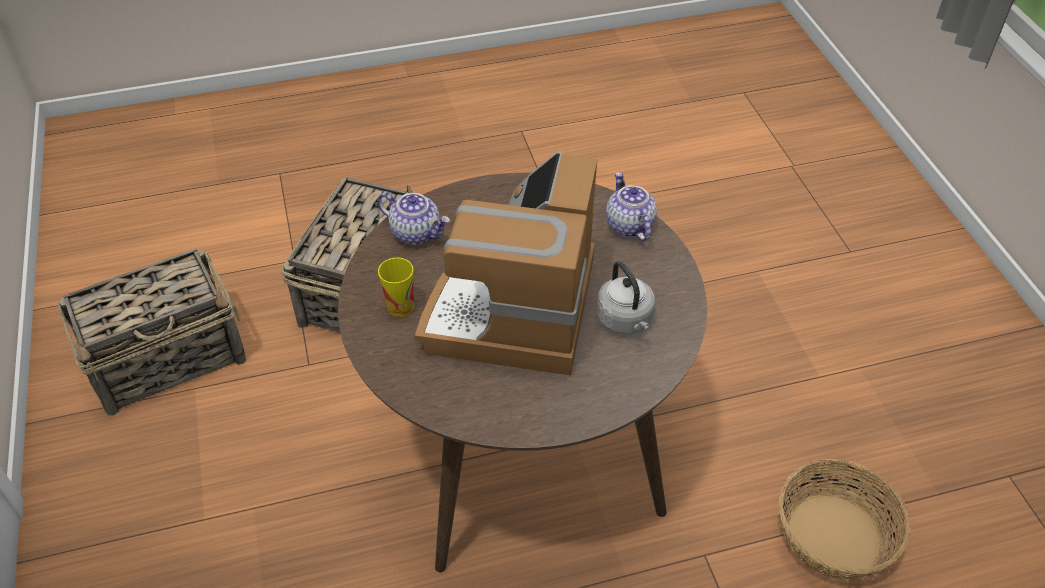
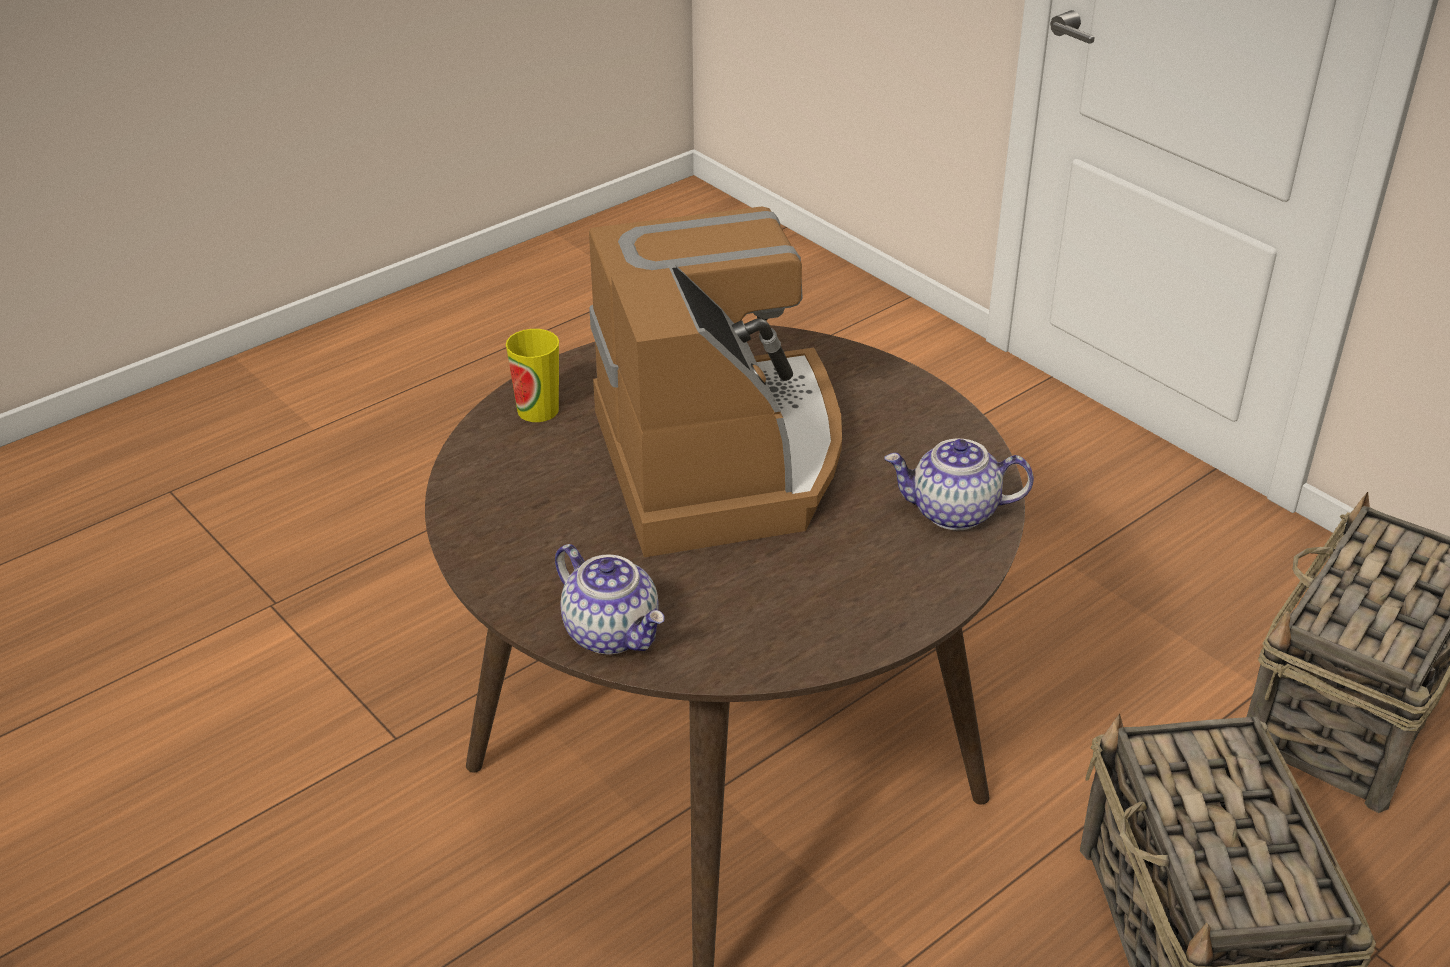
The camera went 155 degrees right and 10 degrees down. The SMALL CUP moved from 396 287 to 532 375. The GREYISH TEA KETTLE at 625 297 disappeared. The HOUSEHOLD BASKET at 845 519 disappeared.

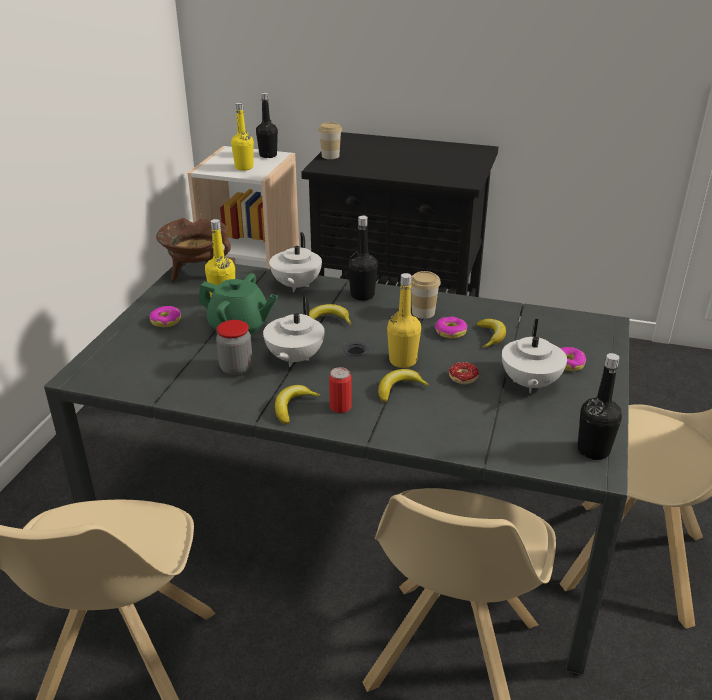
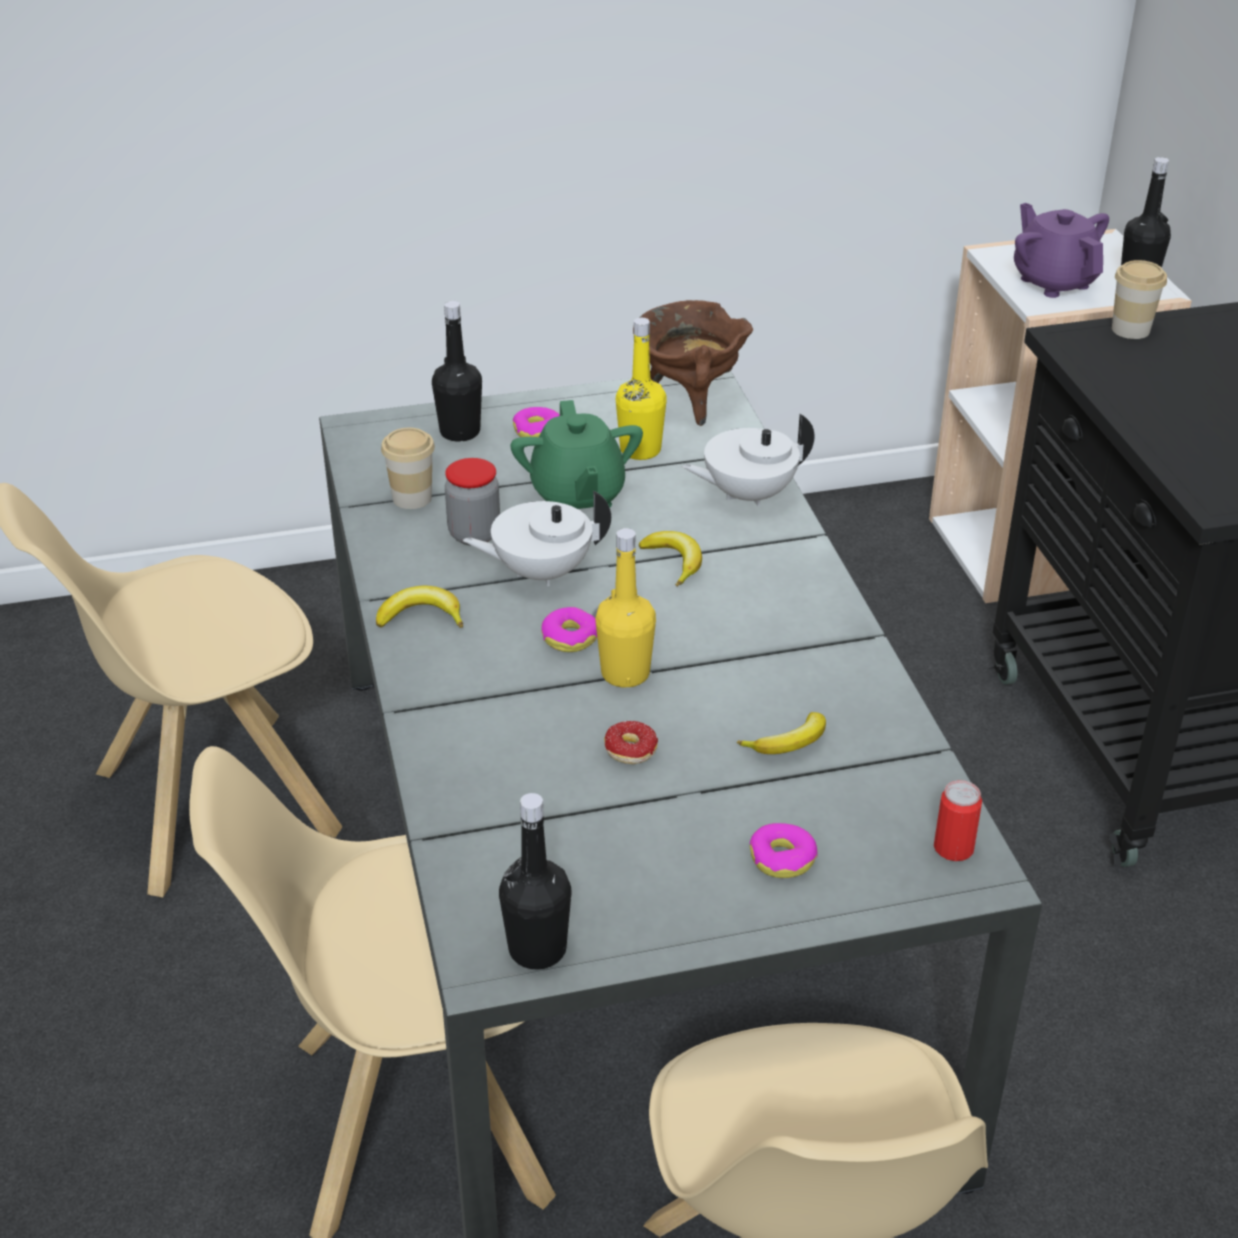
The camera went 60 degrees right and 5 degrees up. The YELLOW DRINK BOTTLE at 242 137 was replaced by the PURPLISH POT FOR TEA at 1061 250. The CAN moved from 340 390 to 958 820. The BLACK DRINK BOTTLE moved from 363 258 to 457 371. The WHOLE BANANA at 403 385 disappeared. The SMALL CUP moved from 426 295 to 408 468. The RING DOUGHNUT moved from 451 328 to 569 629. The WHITE POT FOR TEA at 534 356 disappeared.

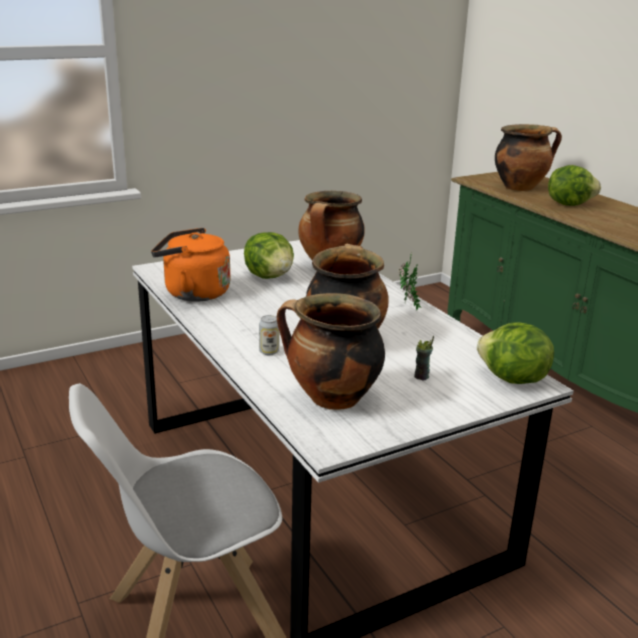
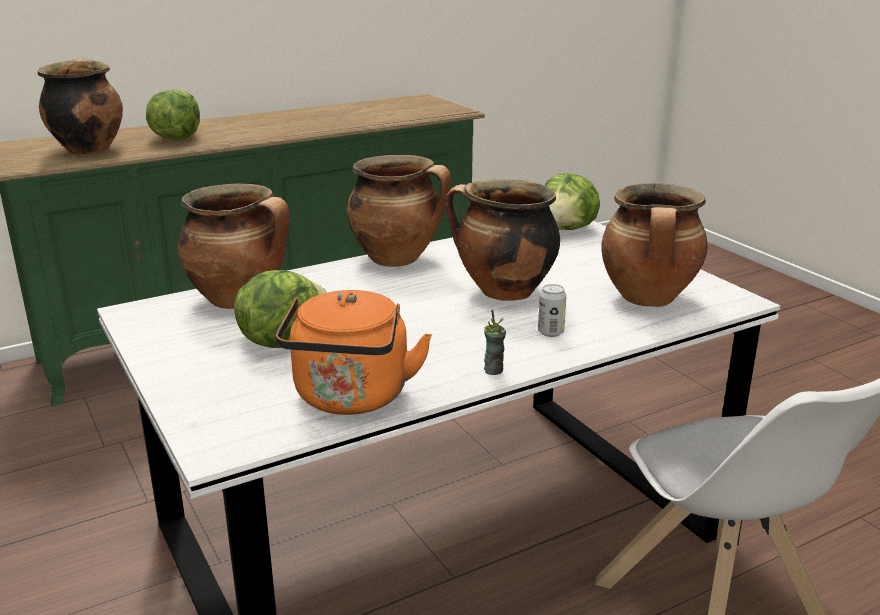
The camera went 90 degrees left and 0 degrees up. The HOUSEPLANT at 410 281 was replaced by the STOCKPOT at 399 211. The SMALL CUP moved from 424 358 to 495 342.

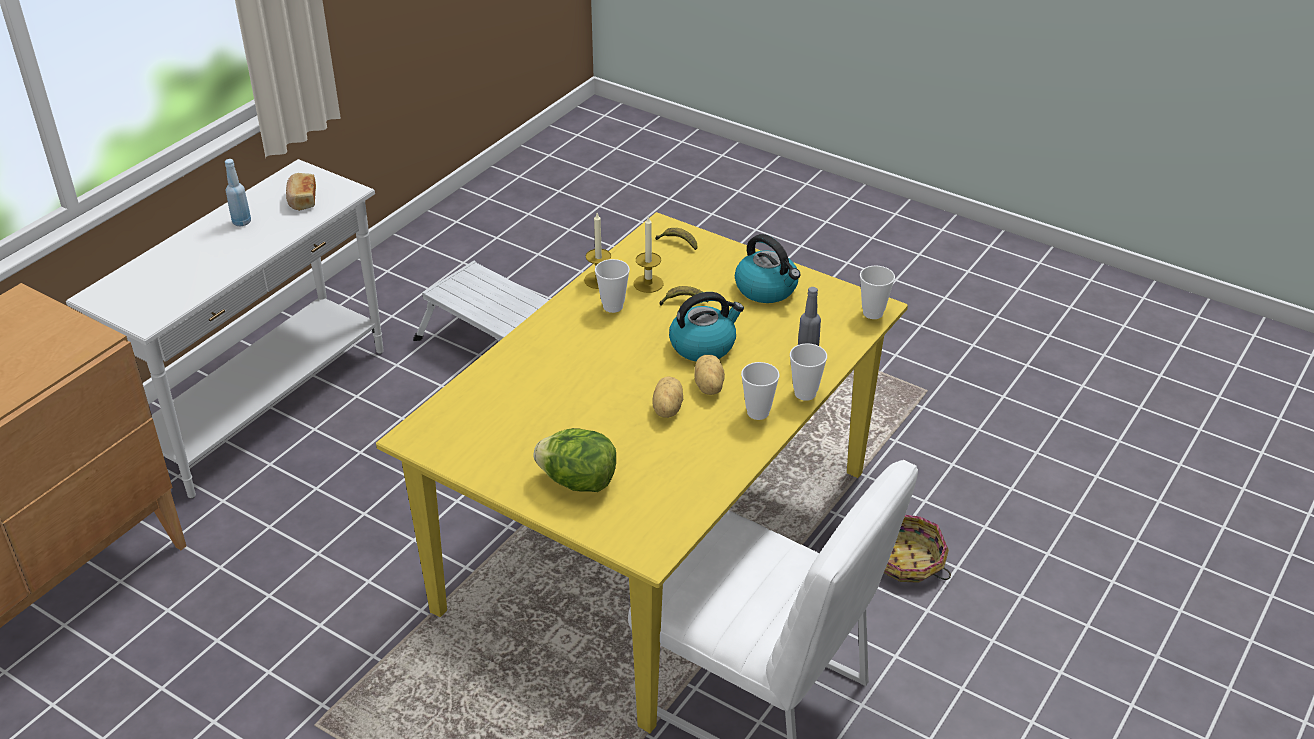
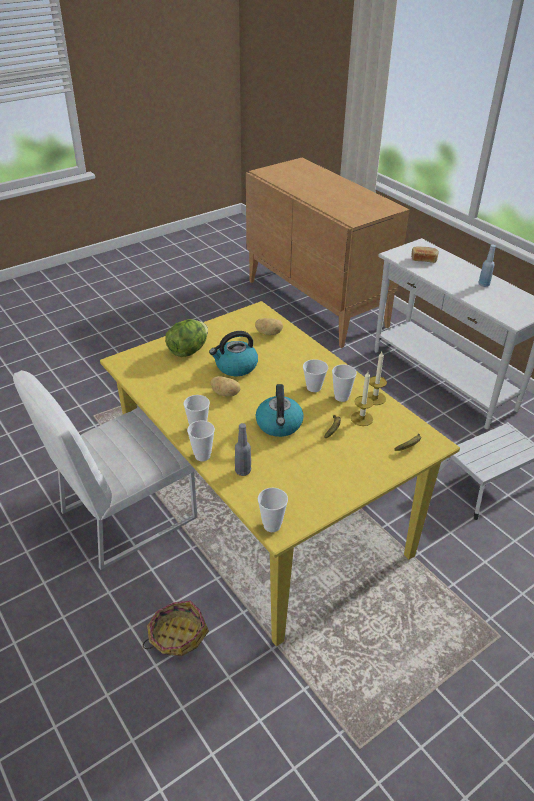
The camera went 110 degrees right and 0 degrees up. The BREAD moved from 301 192 to 425 254. The SPUD moved from 710 375 to 269 326. The TEA KETTLE moved from 767 268 to 233 353. The SMALL CUP at 315 375 appeared.

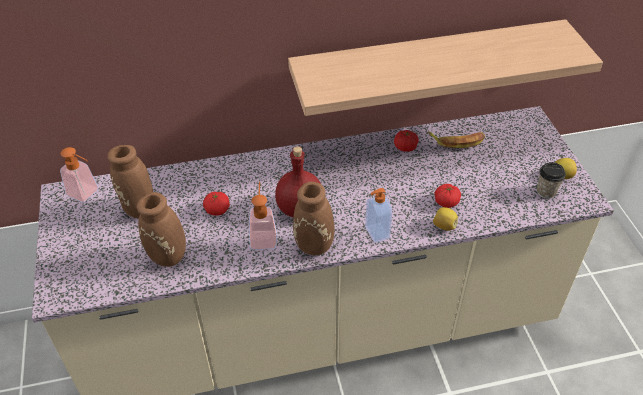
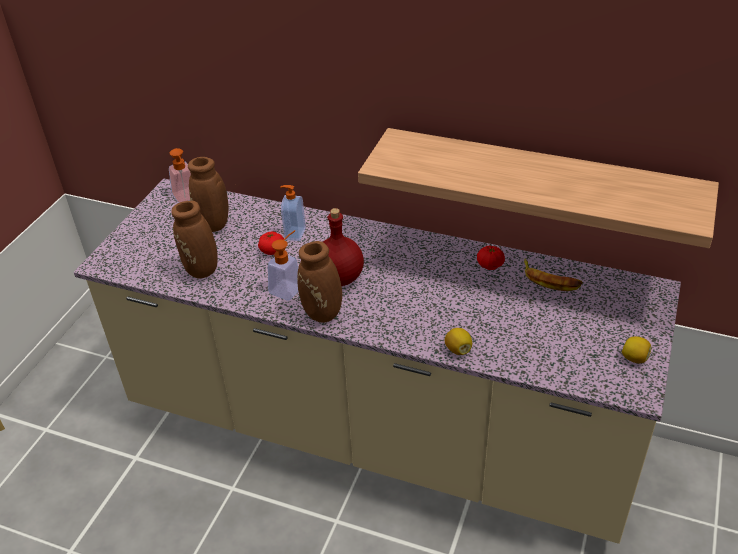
The camera went 35 degrees right and 5 degrees down. The SOAP DISPENSER moved from 378 215 to 293 213. The WHOLE TOMATO at 447 196 disappeared. The SMALL CUP at 551 180 disappeared.

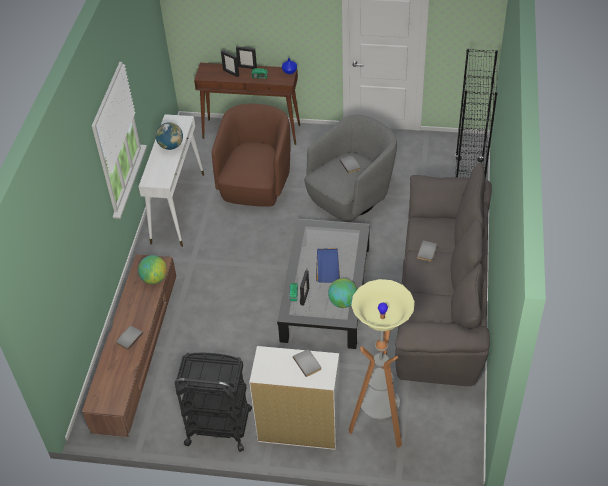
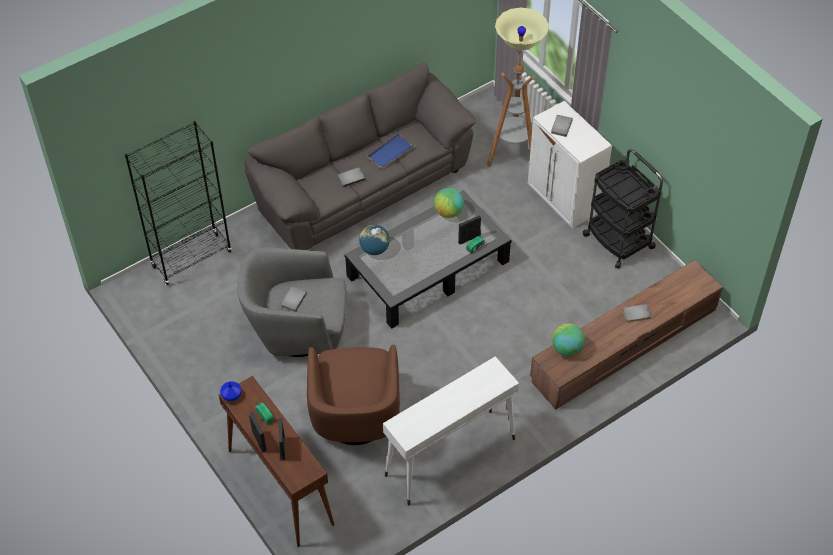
The camera went 135 degrees left and 5 degrees up. The GLOBE moved from 169 136 to 374 240. The BROWNISH ARMCHAIR at 250 155 turned 60 degrees counterclockwise. The BLUE-COLOURED SERVING TRAY moved from 328 265 to 392 150.

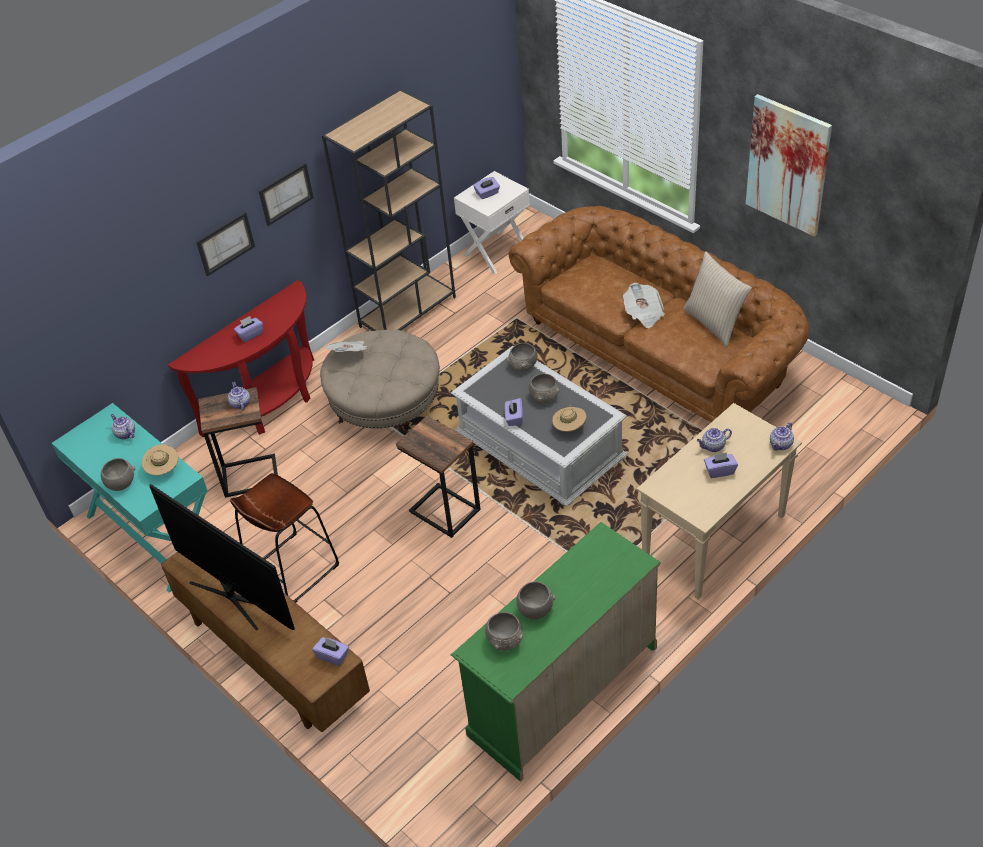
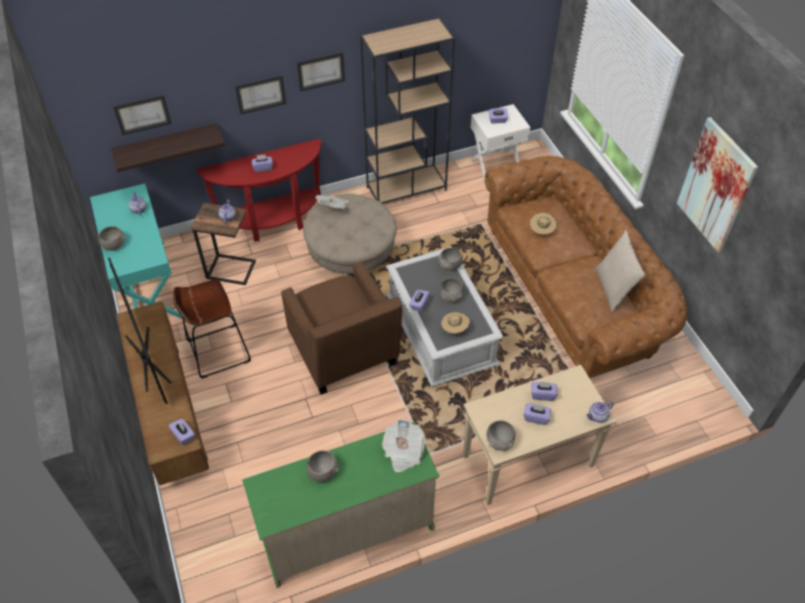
The camera went 20 degrees right and 5 degrees up. The SAND-COLOURED WEARABLE HAT moved from 160 459 to 543 224. The END TABLE at 438 477 was replaced by the BROWNISH ARMCHAIR at 341 328. The GREYISH BOWL moved from 504 631 to 501 435. The PRINTED PAPER moved from 644 305 to 403 446. The POT FOR TEA at 714 440 was replaced by the PURPLISH BOX OF TISSUES at 544 391. The WALL SHELF at 168 147 appeared. The WALL ART at 142 115 appeared.

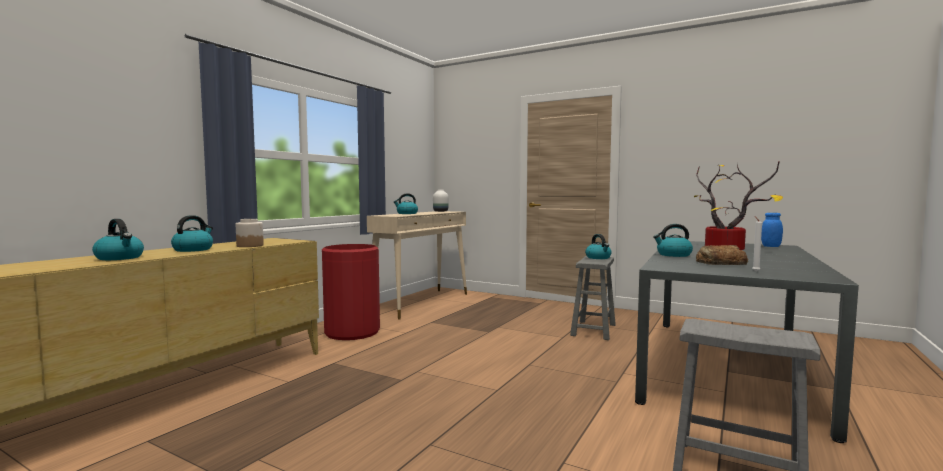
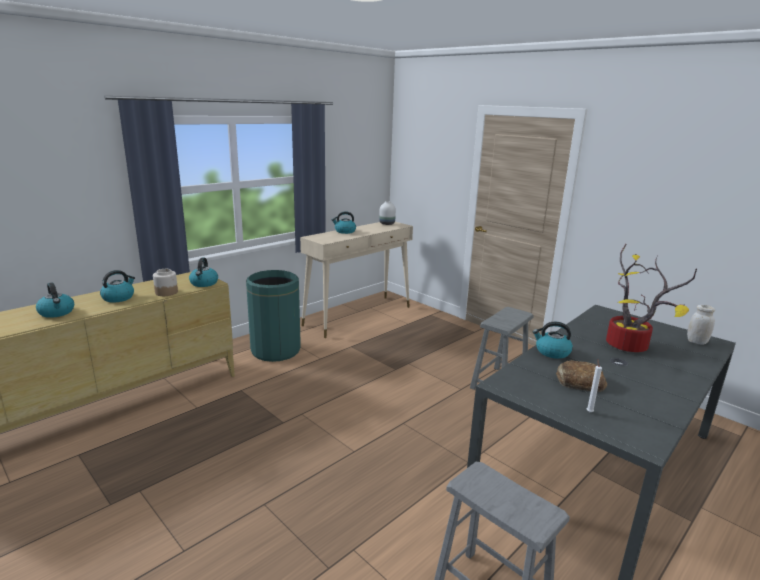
The camera went 15 degrees right and 15 degrees up. The RED WASTE BIN at 351 292 became the GREEN-COLOURED WASTE BIN at 273 316. The TEA KETTLE moved from 598 246 to 203 272. The BLUE-COLOURED STORAGE JAR at 772 230 became the WHITE STORAGE JAR at 701 325.

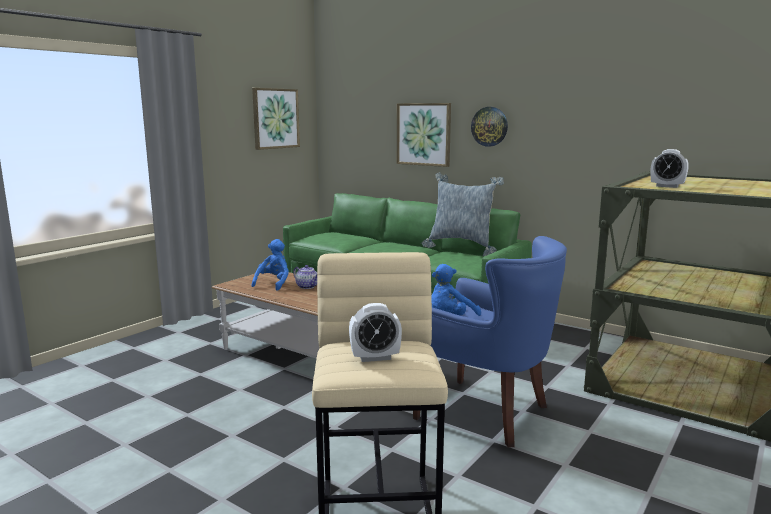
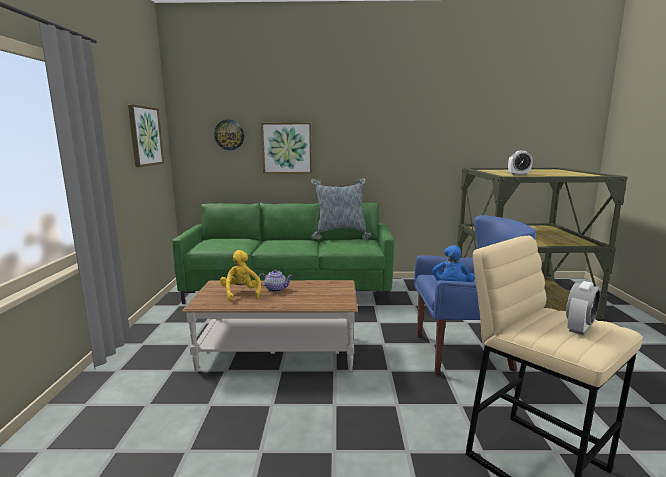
The camera went 35 degrees left and 0 degrees up. The BLUE-COLOURED CUDDLY TOY at 270 265 became the YELLOW CUDDLY TOY at 240 275. The HANGING CLOCK moved from 489 127 to 229 135.

